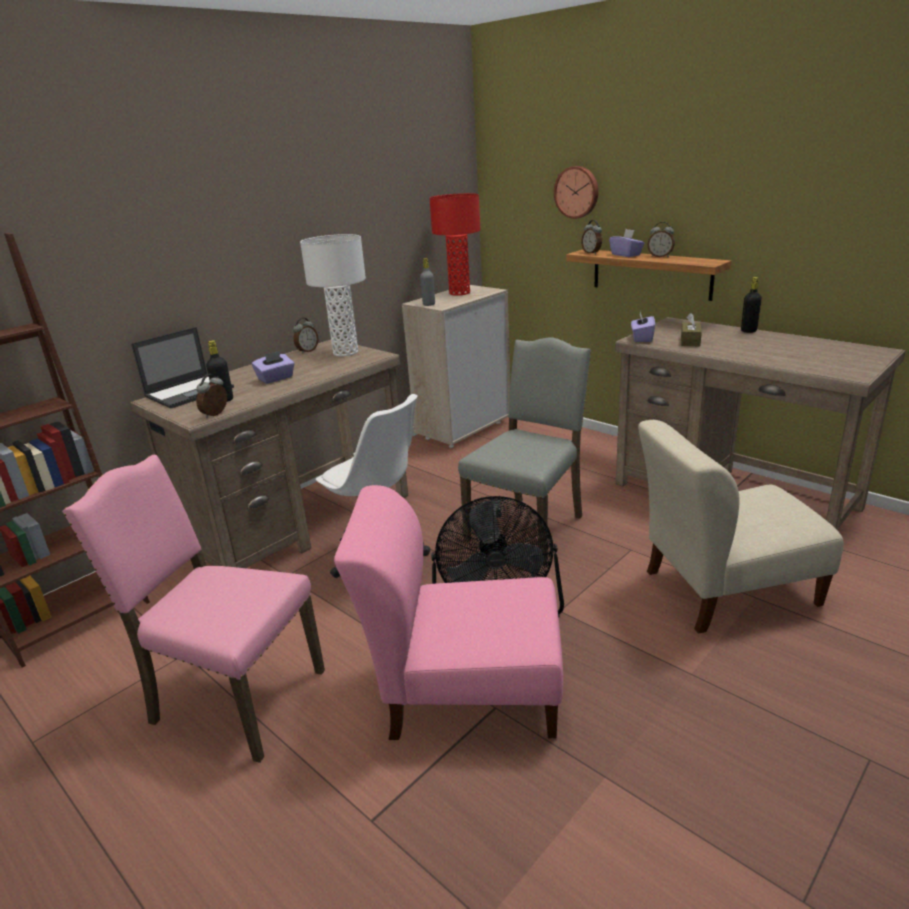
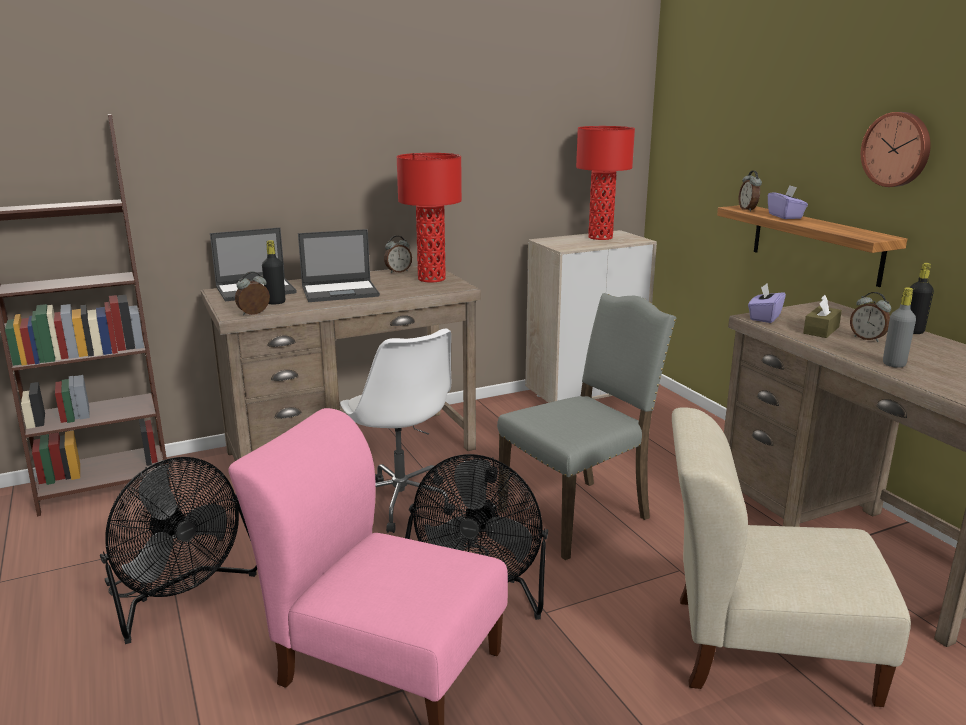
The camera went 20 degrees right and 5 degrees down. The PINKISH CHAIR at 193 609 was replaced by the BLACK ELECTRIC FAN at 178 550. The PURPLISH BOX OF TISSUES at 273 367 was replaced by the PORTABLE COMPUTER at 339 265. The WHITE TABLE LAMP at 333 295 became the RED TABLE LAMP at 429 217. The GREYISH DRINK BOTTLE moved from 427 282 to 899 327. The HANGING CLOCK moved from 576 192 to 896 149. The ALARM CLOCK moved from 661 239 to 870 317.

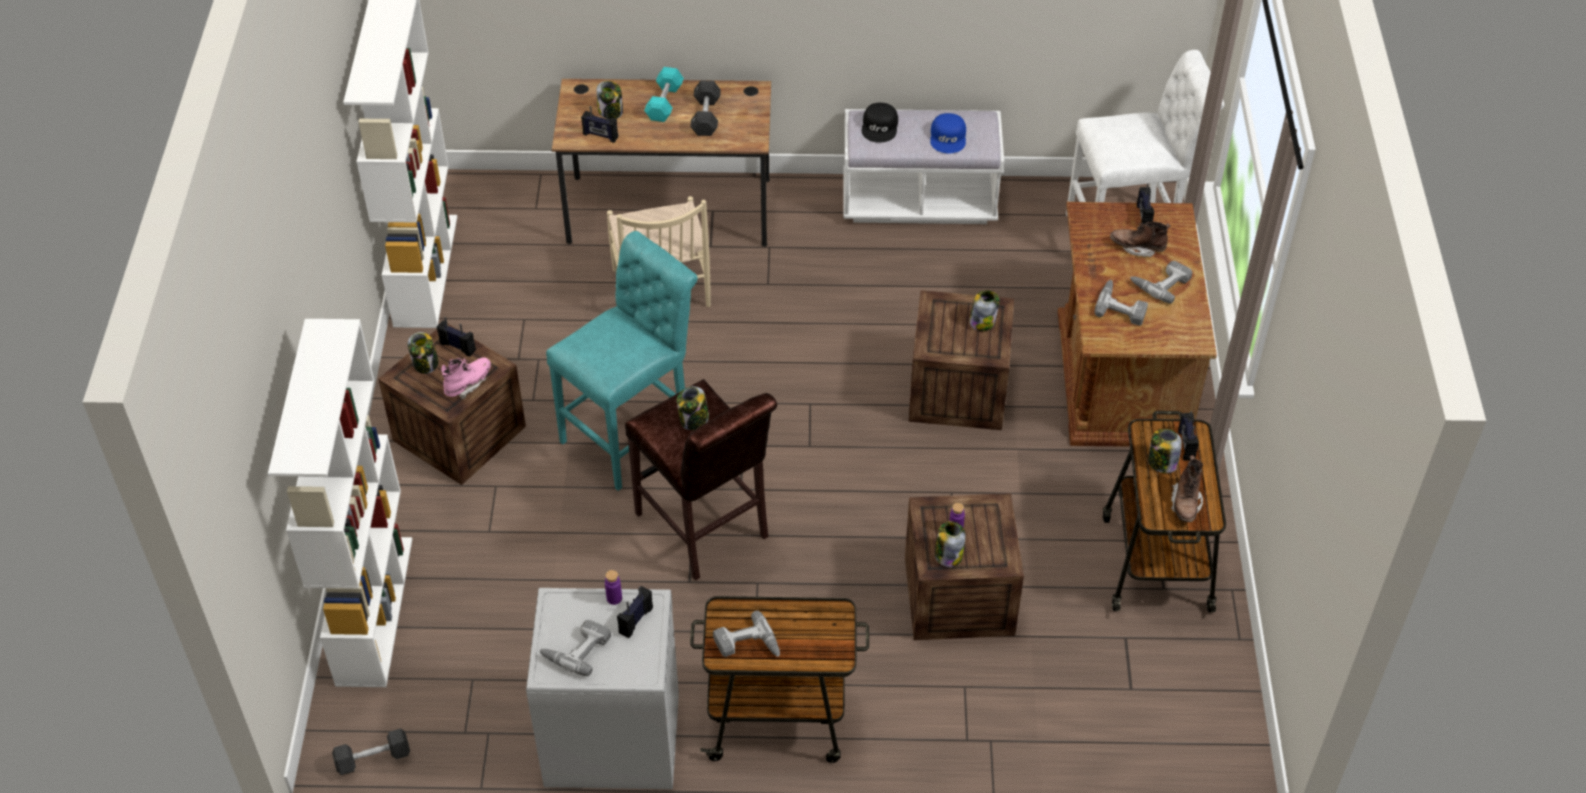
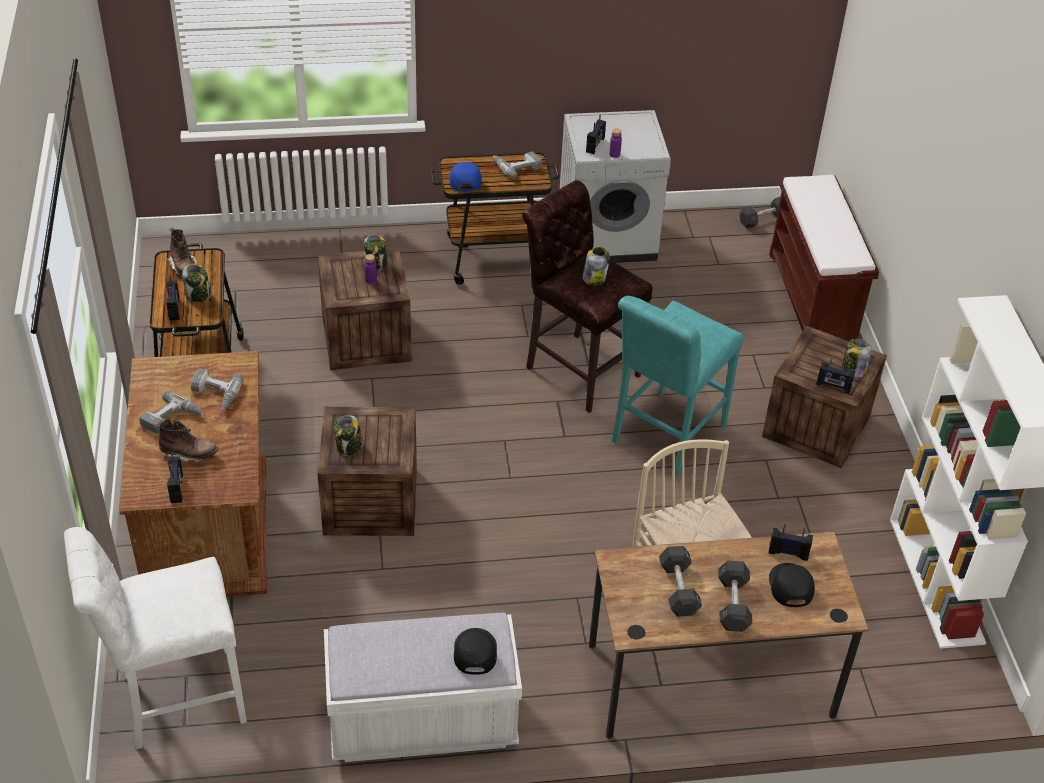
The camera went 170 degrees right and 5 degrees down. The WHITE SHELVING UNIT at 340 503 was replaced by the BROWNISH BENCH at 824 258. The PINKISH BOOT at 466 378 disappeared. The DRILL at 575 648 disappeared. The STORAGE JAR at 609 100 was replaced by the BLACK CAP at 792 585. The TURQUOISE FREE WEIGHT at 664 94 became the GREYISH FREE WEIGHT at 735 596. The BLUE-COLOURED CAP moved from 948 133 to 465 177. The BROWNISH BOOT at 1187 488 turned 150 degrees clockwise.

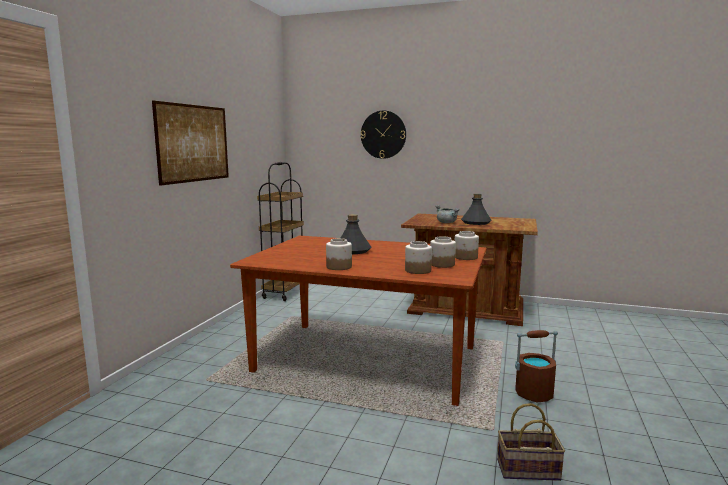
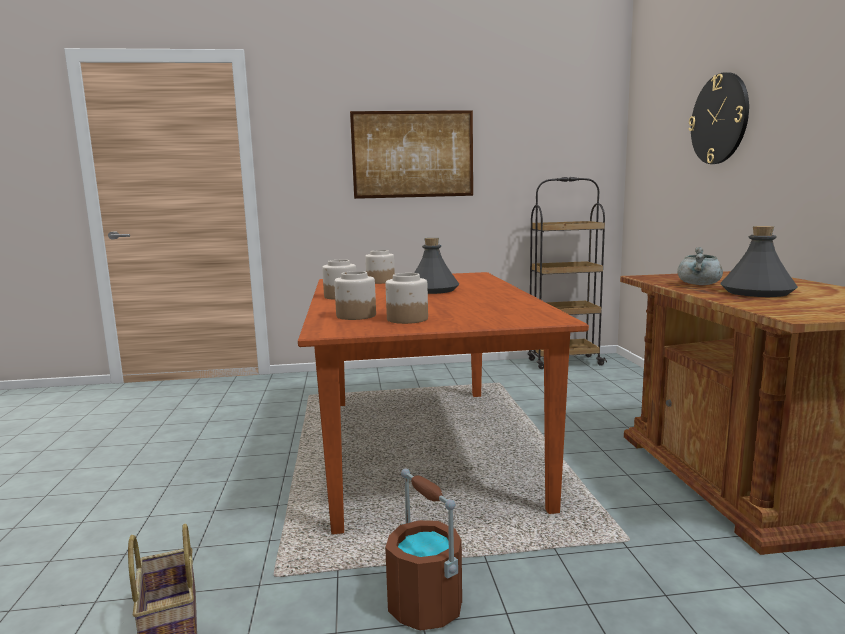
The camera went 65 degrees right and 0 degrees up. The STORAGE JAR moved from 467 245 to 380 267.

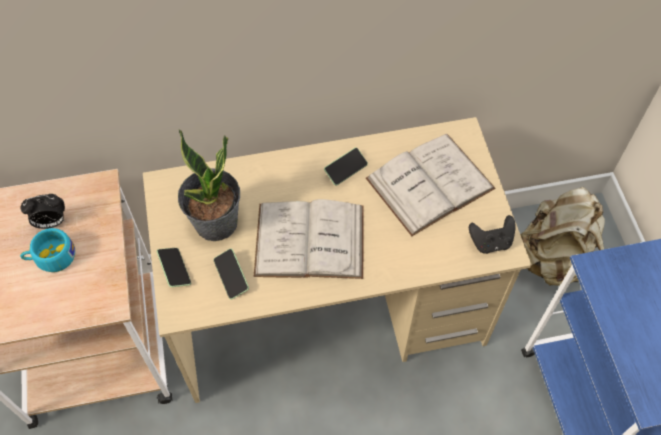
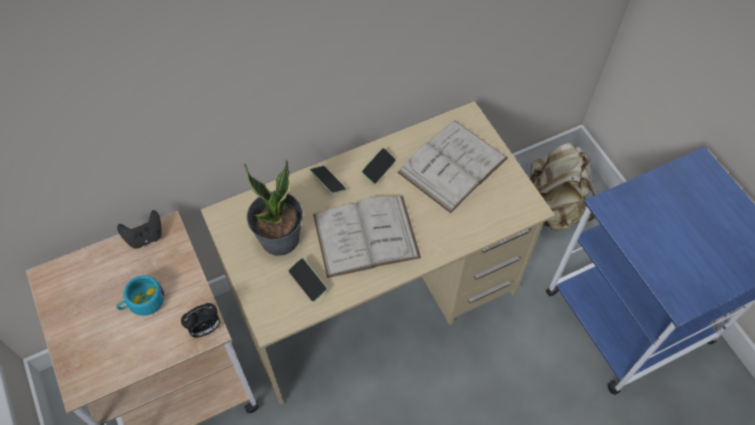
The camera went 15 degrees left and 0 degrees up. The ALARM CLOCK moved from 43 211 to 200 320. The HANDSET moved from 174 267 to 328 180. The BLACK GAMEPAD moved from 492 234 to 139 229.

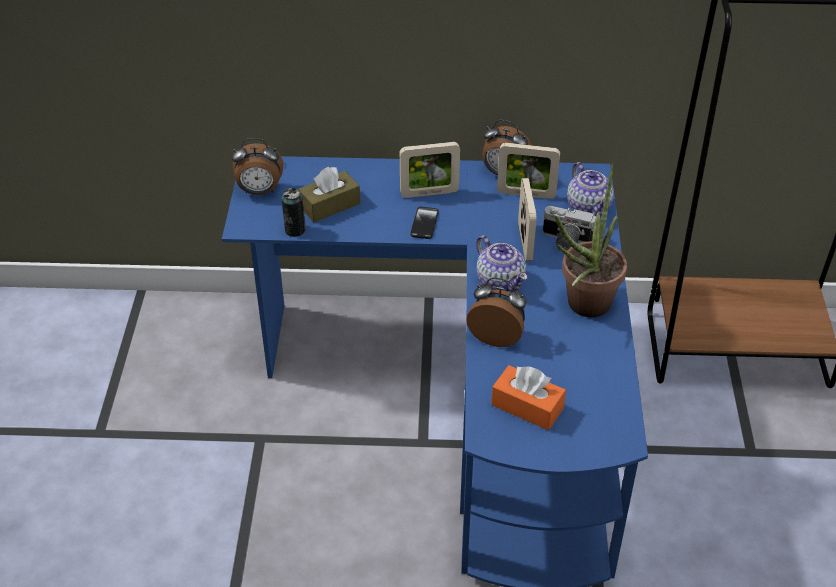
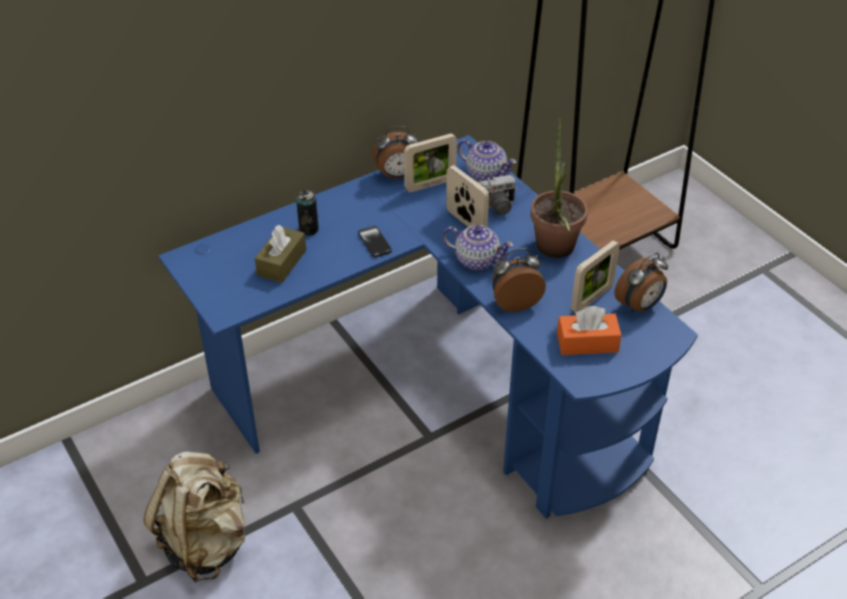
The camera went 35 degrees left and 0 degrees up. The ALARM CLOCK moved from 257 166 to 641 283. The CAN moved from 293 212 to 307 213. The PICTURE FRAME moved from 430 170 to 595 276. The SAND-COLOURED RUCKSACK at 194 517 appeared.

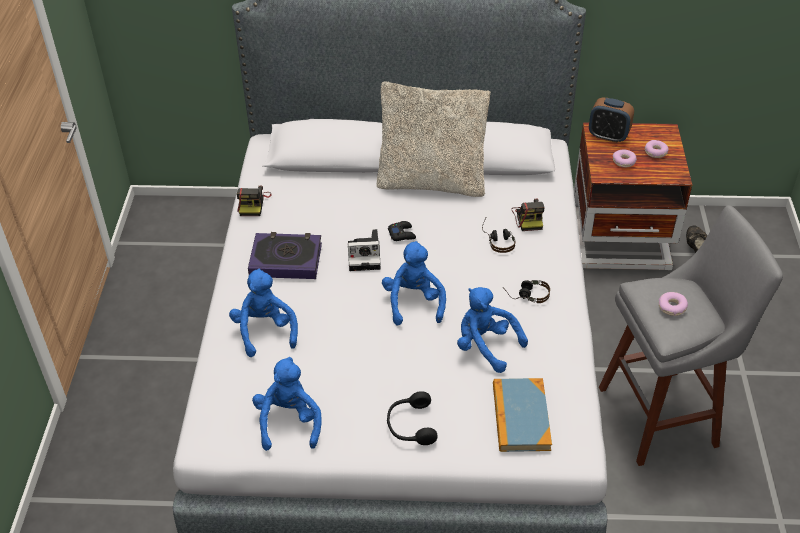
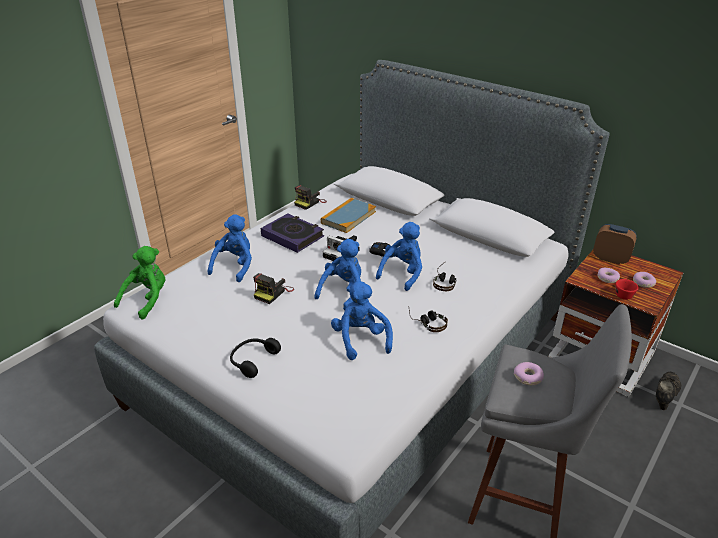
The camera went 35 degrees right and 10 degrees down. The BLUE-COLOURED CUDDLY TOY moved from 287 404 to 399 256. The SAND-COLOURED PILLOW at 433 139 disappeared. The BOUND BOOK moved from 522 415 to 348 215. The PHOTO CAMERA moved from 528 215 to 273 288. The ALARM CLOCK at 611 120 turned 150 degrees clockwise. The GREEN-COLOURED CUDDLY TOY at 140 283 appeared. The RED SMALL CUP at 626 289 appeared.

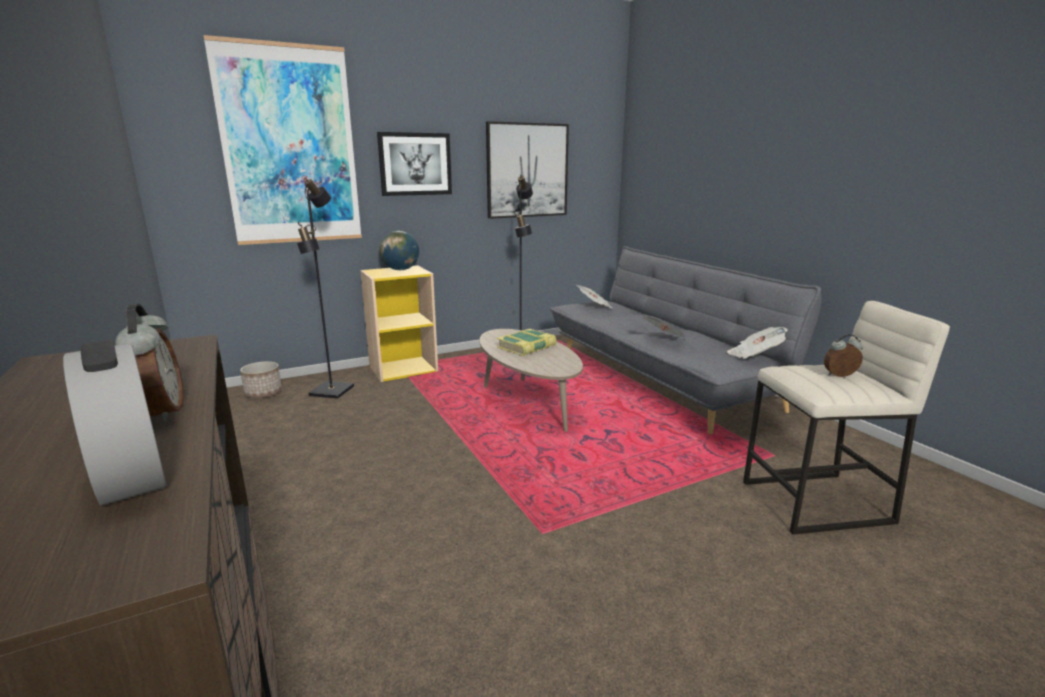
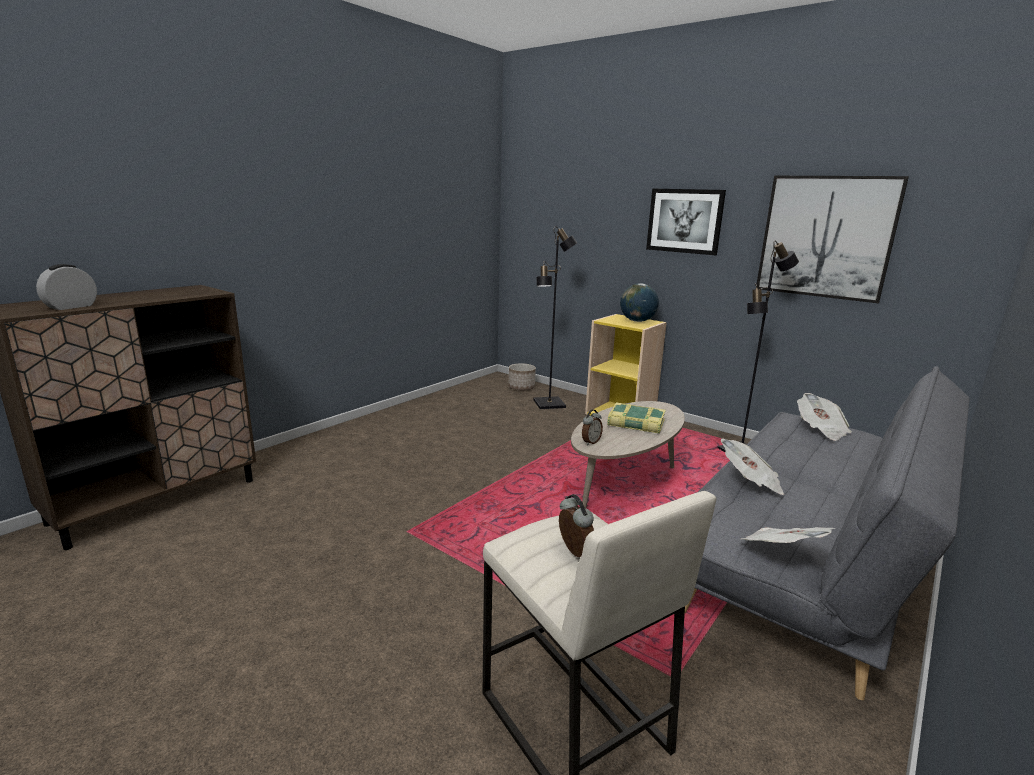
The camera went 65 degrees right and 0 degrees up. The ALARM CLOCK moved from 149 363 to 592 427. The WALL ART at 282 140 disappeared.

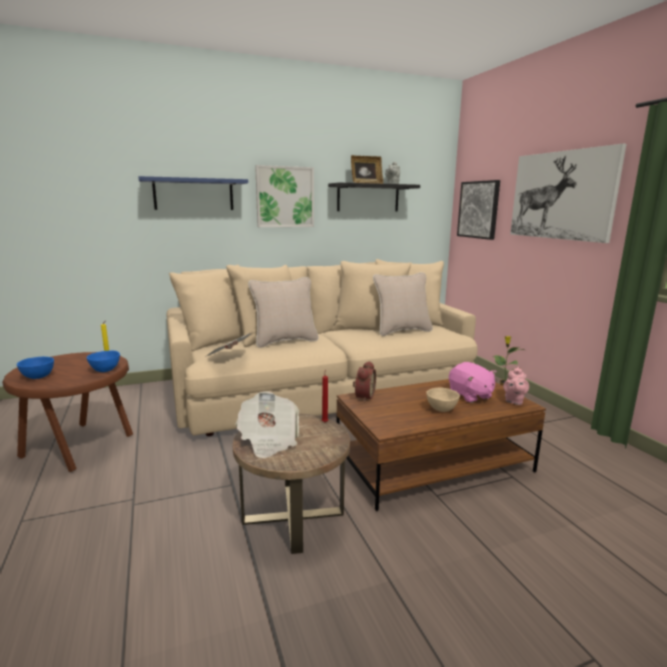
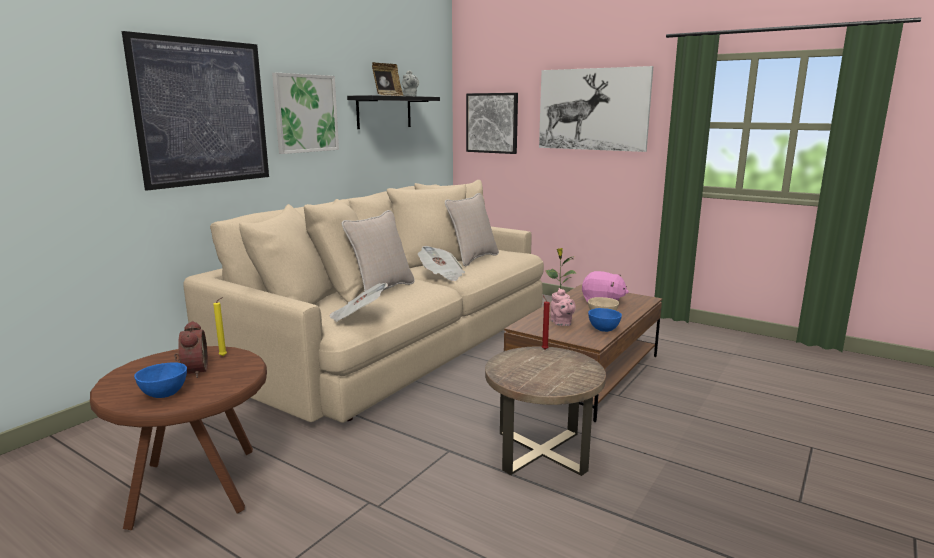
The camera went 35 degrees left and 0 degrees up. The BLUE-COLOURED BOWL moved from 103 361 to 605 320. The BLUE-COLOURED WALL SHELF at 193 193 was replaced by the WALL ART at 195 111. The PRINTED PAPER moved from 267 424 to 441 263. The ALARM CLOCK moved from 364 381 to 191 349. The PINKISH POT FOR TEA moved from 516 386 to 563 307.

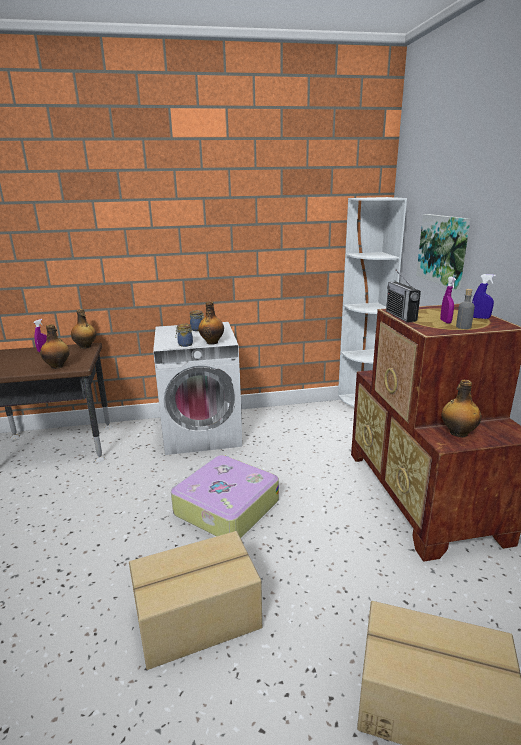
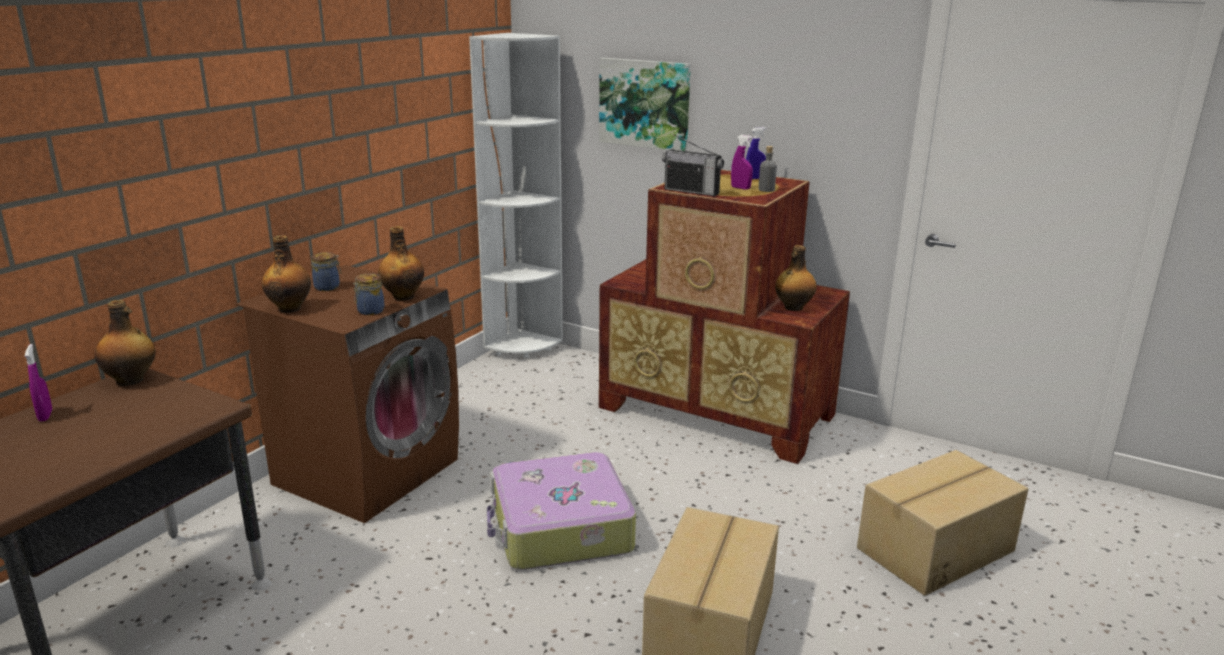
The camera went 50 degrees left and 0 degrees up. The DRINK BOTTLE moved from 55 346 to 286 274. The WHITE LAUNDRY MACHINE at 197 388 became the BROWNISH LAUNDRY MACHINE at 347 394.

